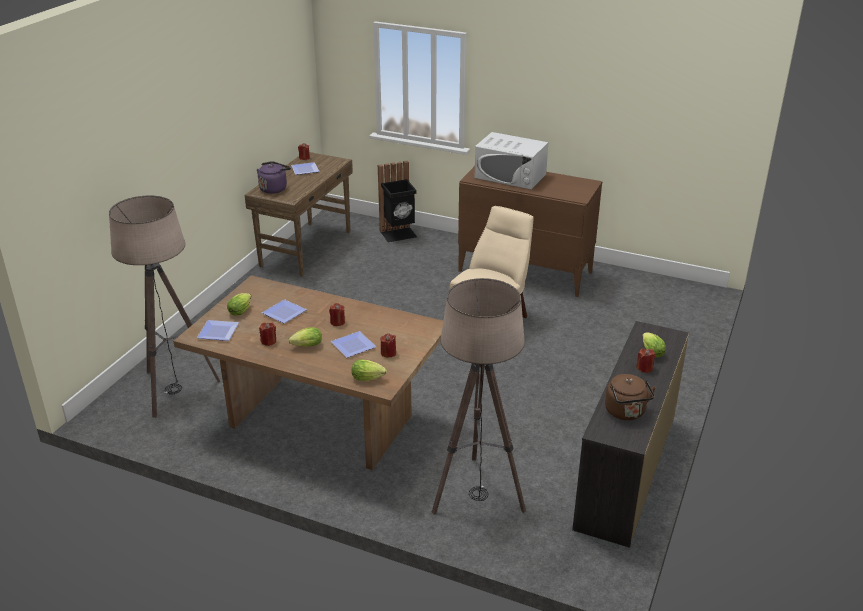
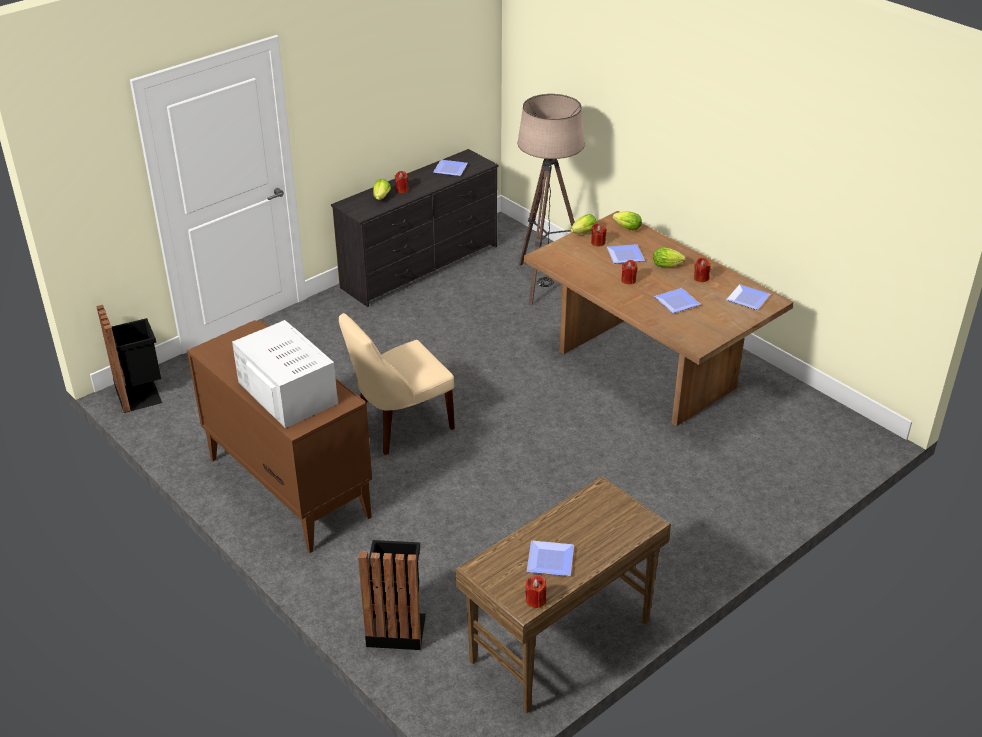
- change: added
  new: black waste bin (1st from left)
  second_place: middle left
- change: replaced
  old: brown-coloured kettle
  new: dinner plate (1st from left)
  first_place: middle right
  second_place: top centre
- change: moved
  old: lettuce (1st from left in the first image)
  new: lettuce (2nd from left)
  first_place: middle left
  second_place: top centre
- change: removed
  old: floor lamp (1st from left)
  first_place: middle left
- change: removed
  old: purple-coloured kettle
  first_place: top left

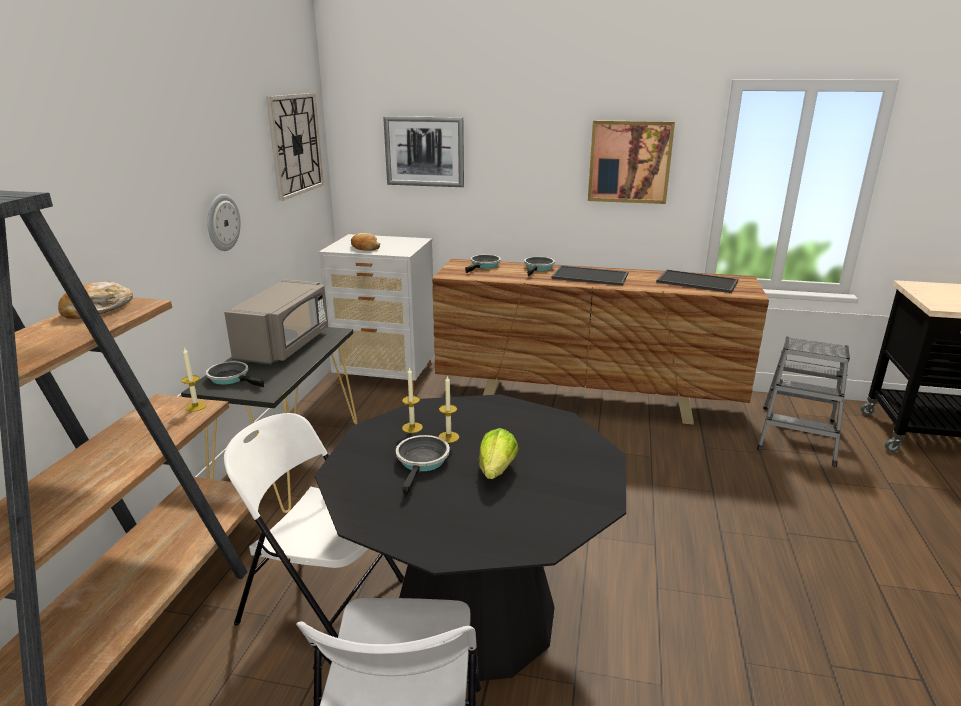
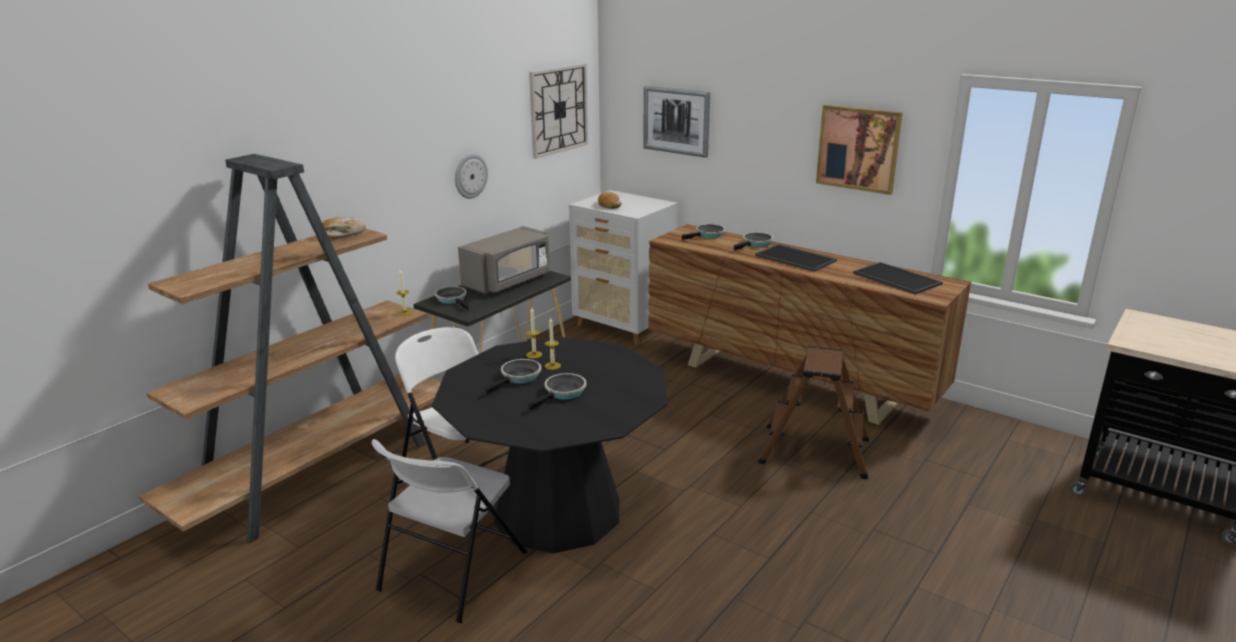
- change: replaced
  old: lettuce
  new: skillet (3rd from left)
  first_place: centre
  second_place: centre
- change: added
  new: brown-coloured step stool
  second_place: centre
- change: removed
  old: gray step stool
  first_place: middle right

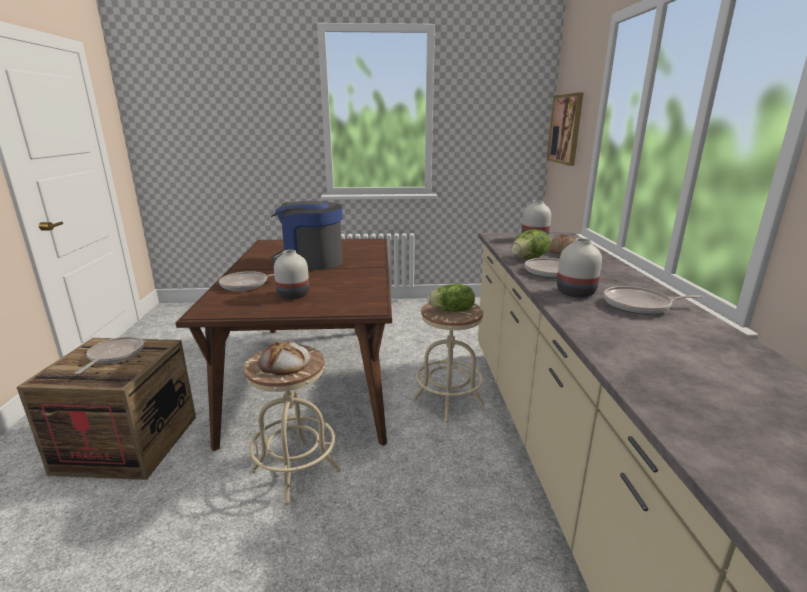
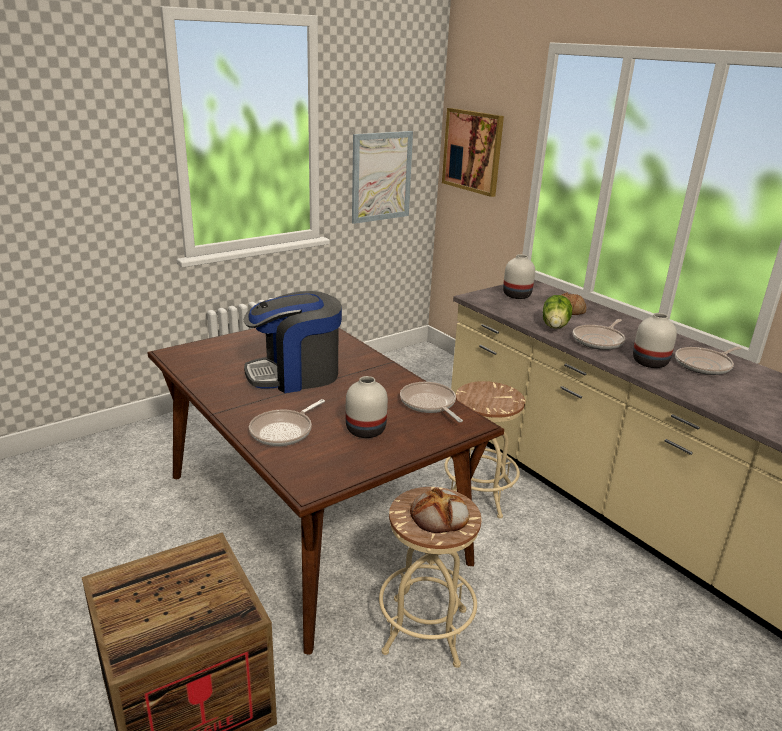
- change: added
  new: picture (1st from left)
  second_place: top centre
- change: moved
  old: skillet (1st from left in the first image)
  new: skillet (2nd from left)
  first_place: middle left
  second_place: centre
- change: removed
  old: lettuce (1st from left)
  first_place: centre

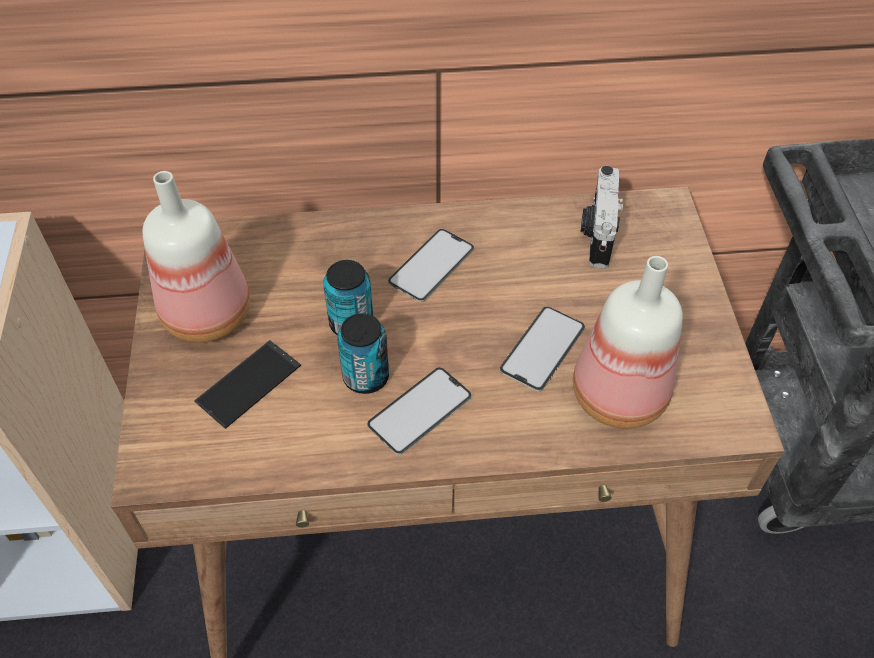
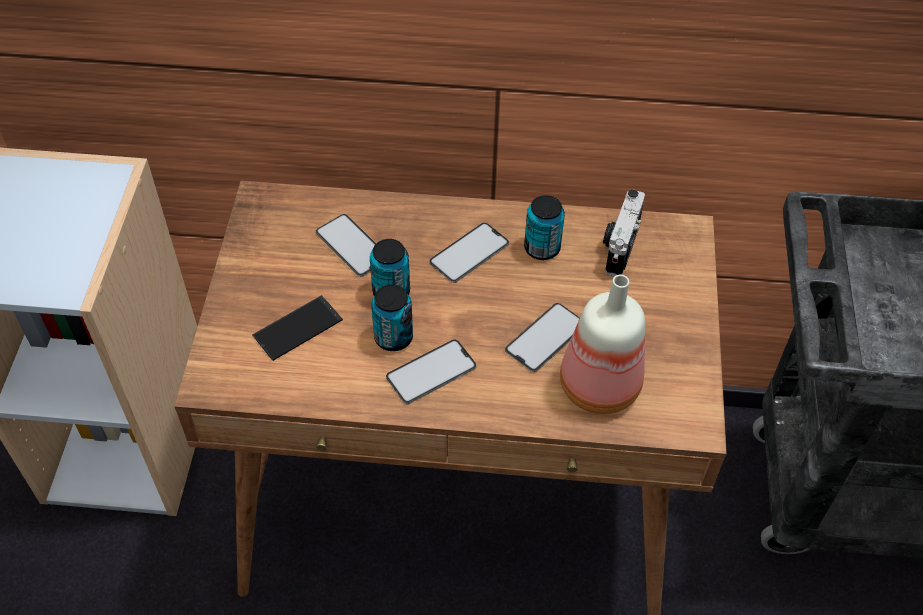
- change: added
  new: telephone (2nd from left)
  second_place: centre
- change: added
  new: can (3rd from left)
  second_place: centre
- change: removed
  old: bottle (1st from left)
  first_place: middle left

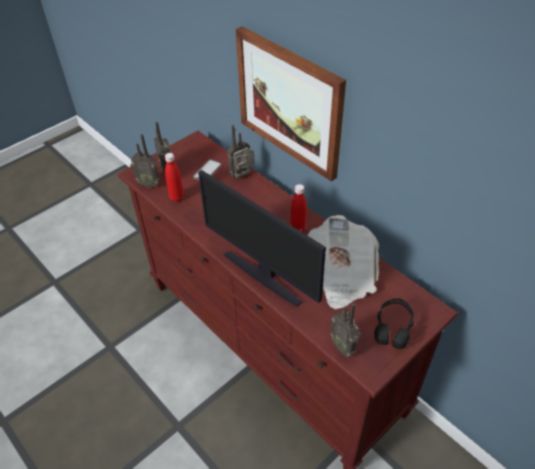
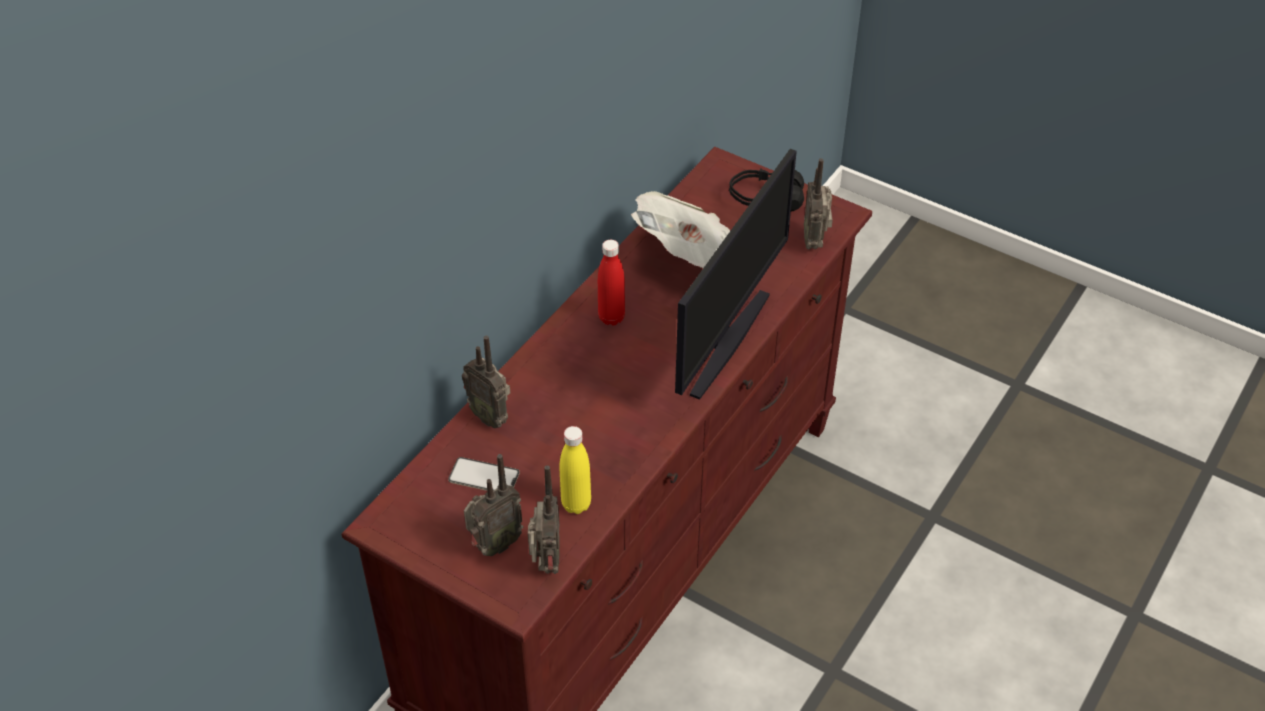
- change: recoloured
  old: red-coloured bottle (1st from left)
  new: yellow bottle
  first_place: middle left
  second_place: centre
- change: turned
  old: radio receiver (4th from left)
  first_place: bottom centre
  second_place: top centre
  degrees: 135
- change: removed
  old: picture
  first_place: top centre

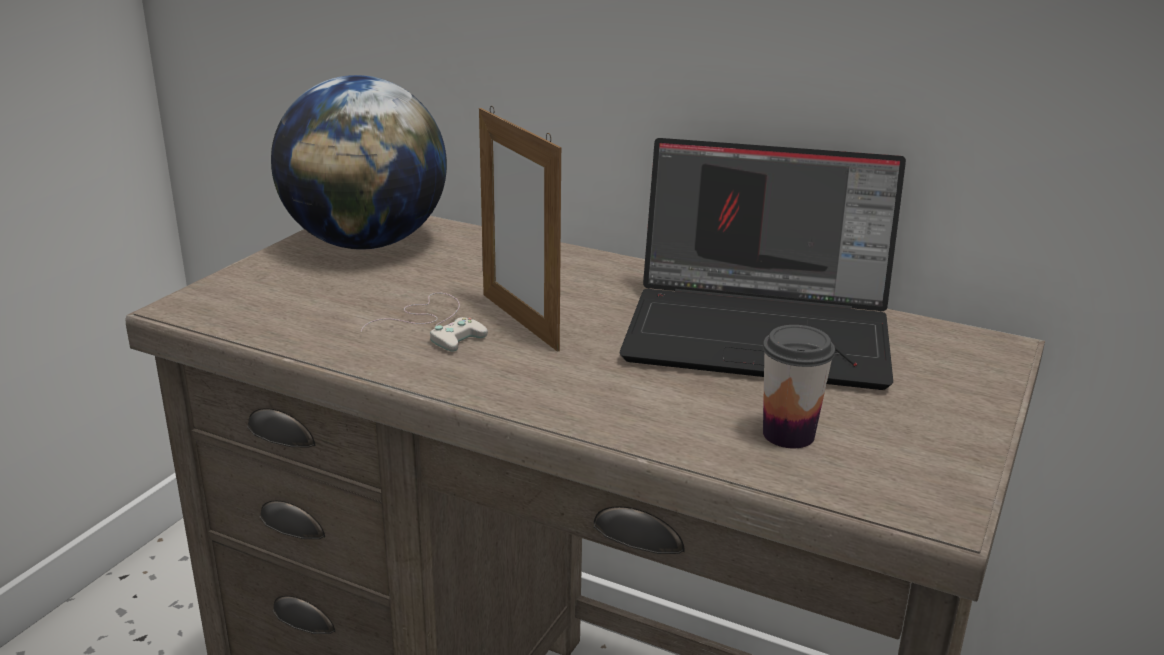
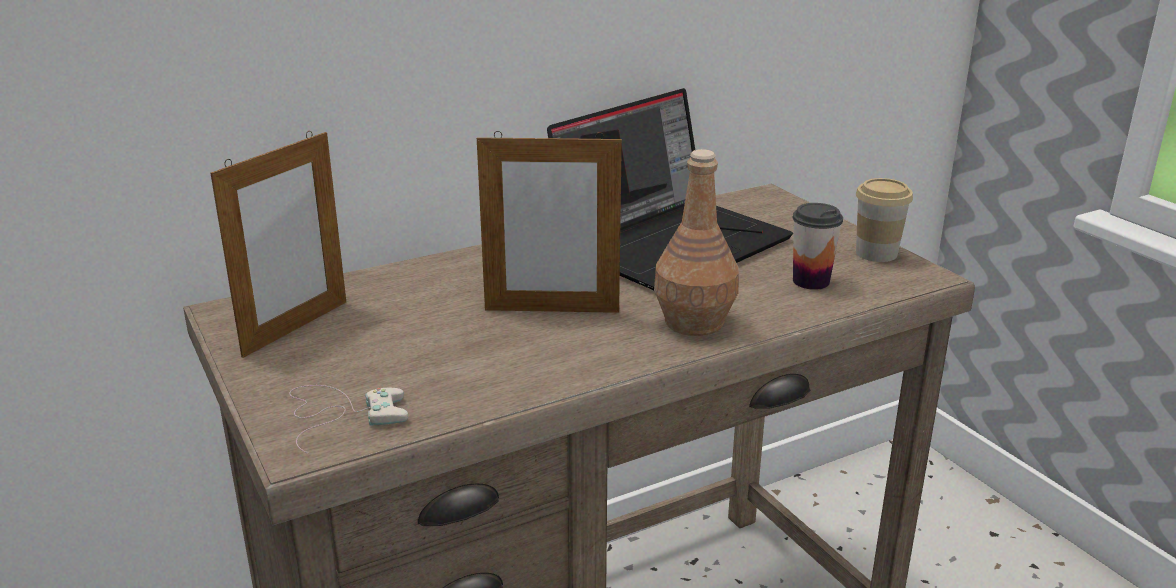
- change: replaced
  old: globe
  new: picture frame (1st from left)
  first_place: top left
  second_place: middle left
- change: moved
  old: whitish gamepad
  first_place: centre
  second_place: bottom left
- change: added
  new: brown-coloured bottle
  second_place: centre
- change: added
  new: cup (2nd from left)
  second_place: middle right

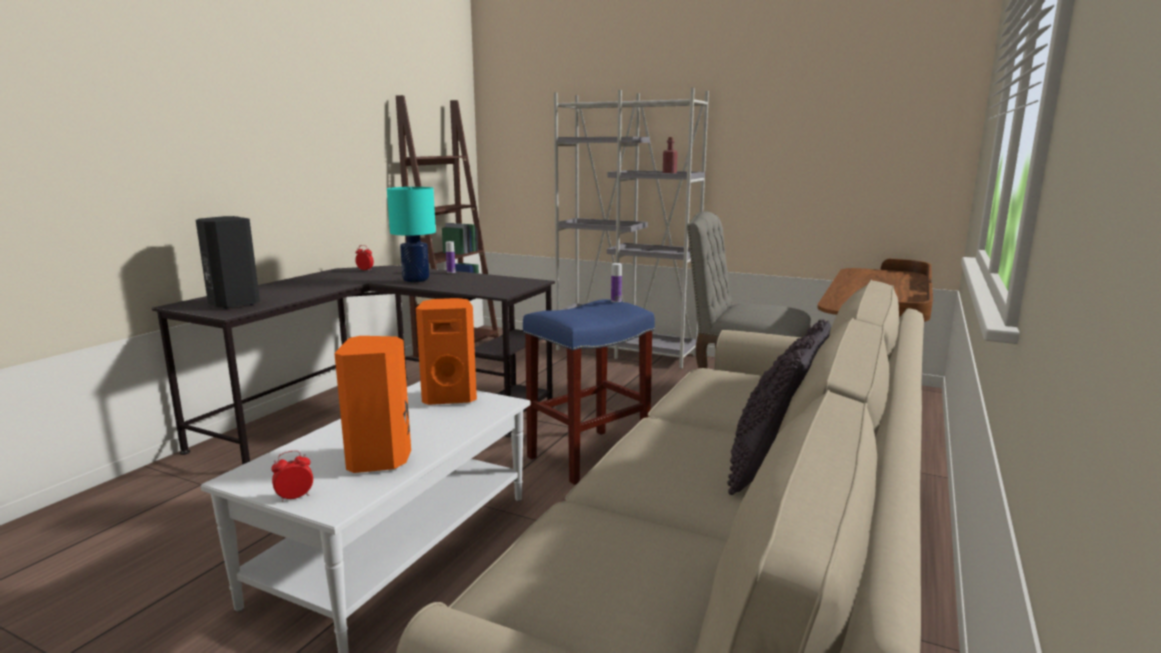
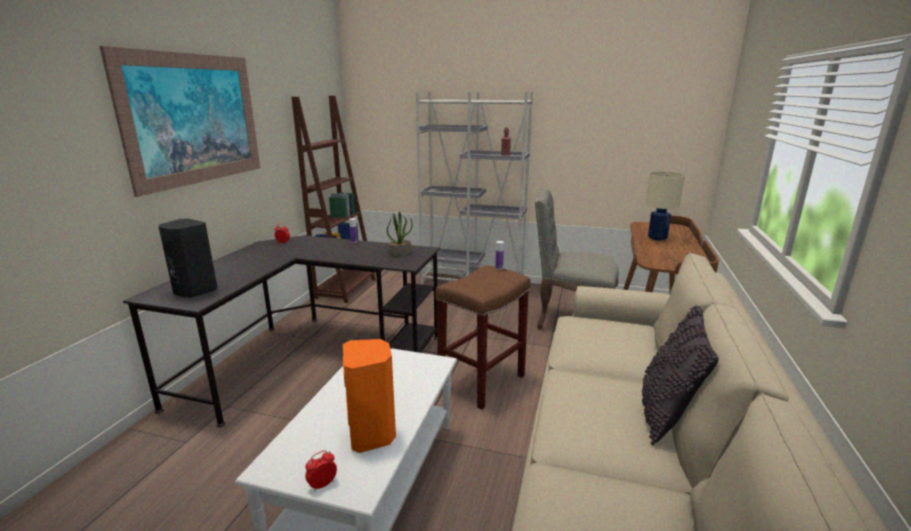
- change: added
  new: picture
  second_place: top left
- change: added
  new: potted plant
  second_place: centre
- change: recoloured
  old: blue-coloured stool seat
  new: brown-coloured stool seat
  first_place: centre
  second_place: centre
- change: added
  new: beige tabletop lamp
  second_place: middle right
- change: removed
  old: turquoise tabletop lamp
  first_place: centre
- change: removed
  old: orange-coloured loudspeaker (2nd from left)
  first_place: centre

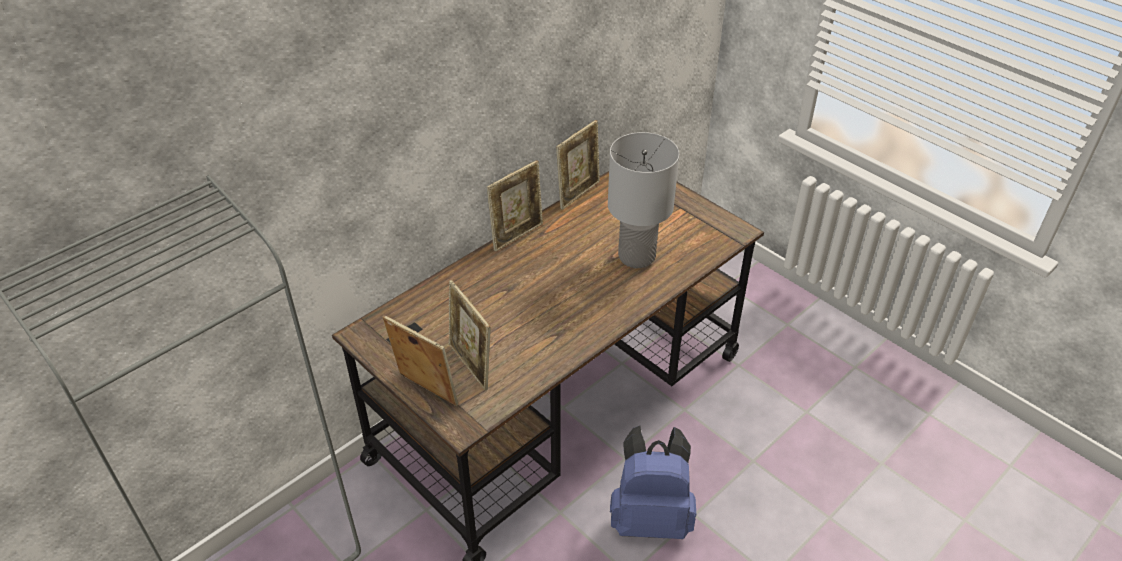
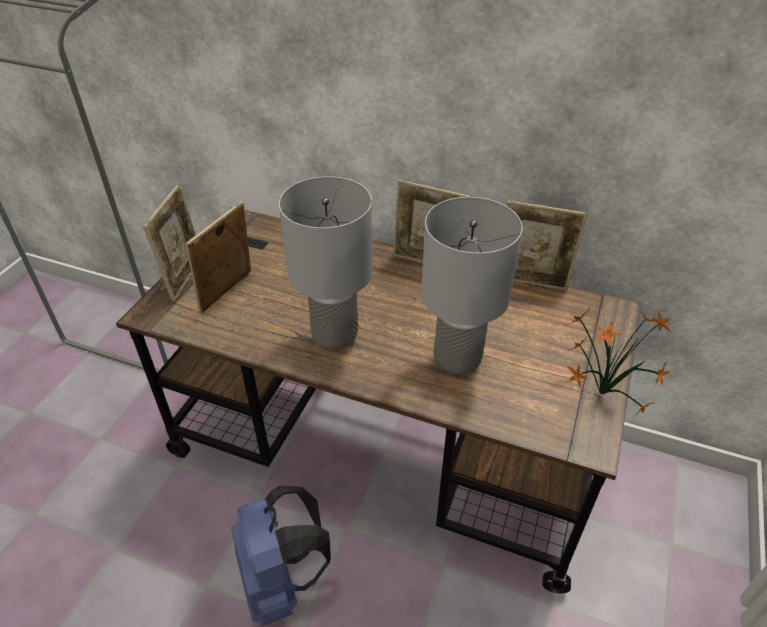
- change: added
  new: gray tabletop lamp (1st from left)
  second_place: centre
- change: added
  new: potted plant
  second_place: middle right

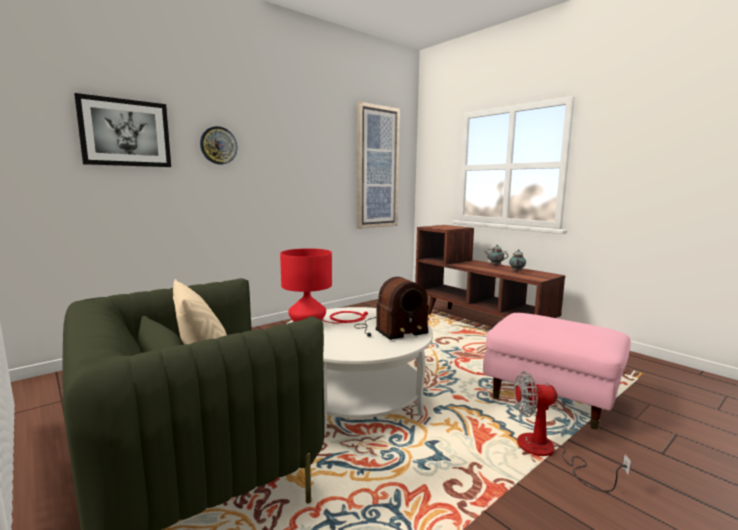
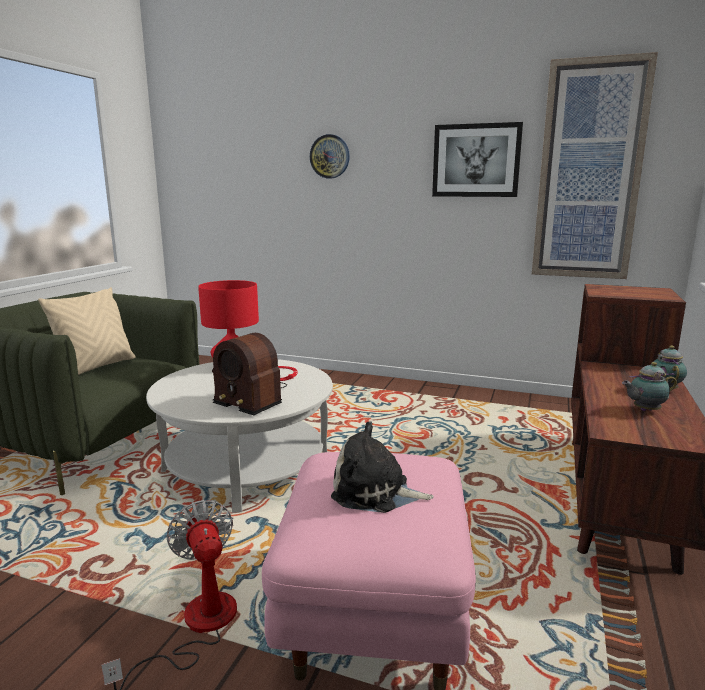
- change: added
  new: soft toy
  second_place: bottom centre
- change: moved
  old: picture (1st from left)
  first_place: top left
  second_place: top right

